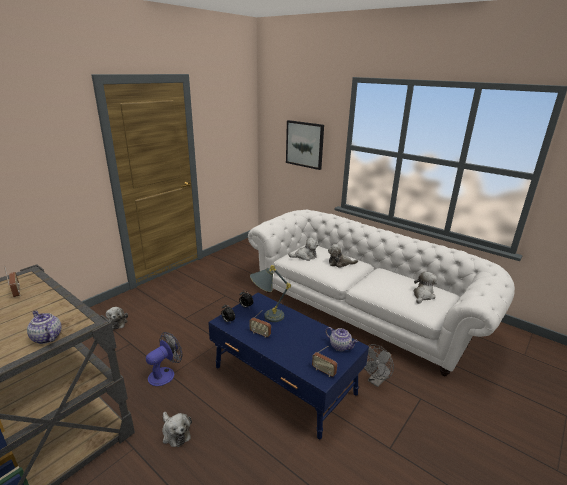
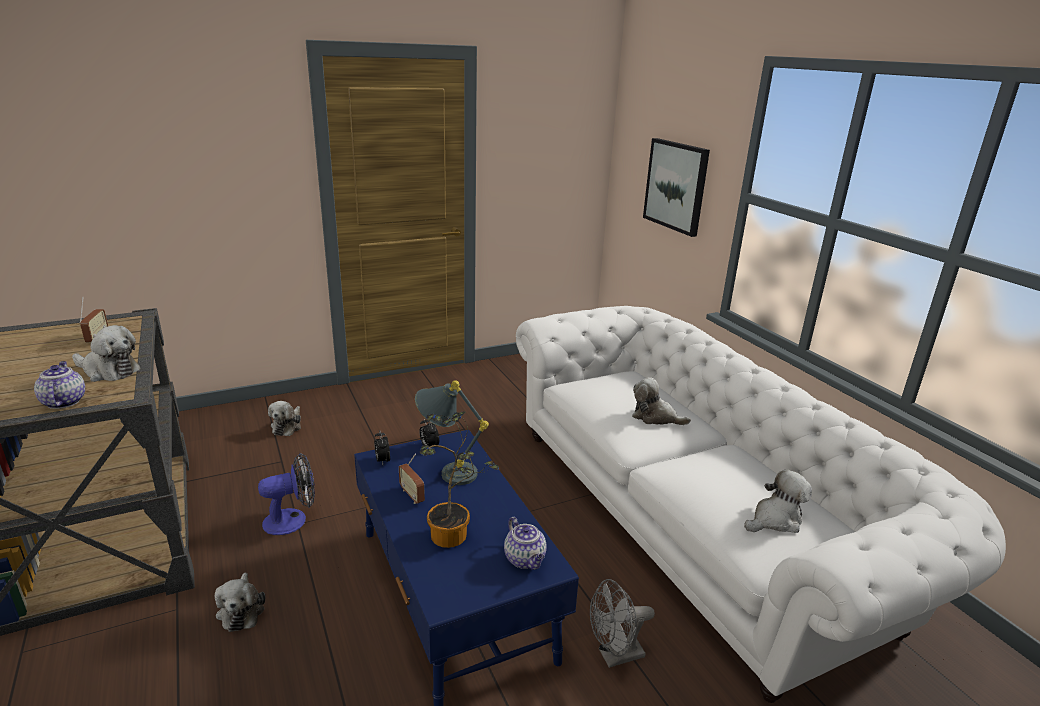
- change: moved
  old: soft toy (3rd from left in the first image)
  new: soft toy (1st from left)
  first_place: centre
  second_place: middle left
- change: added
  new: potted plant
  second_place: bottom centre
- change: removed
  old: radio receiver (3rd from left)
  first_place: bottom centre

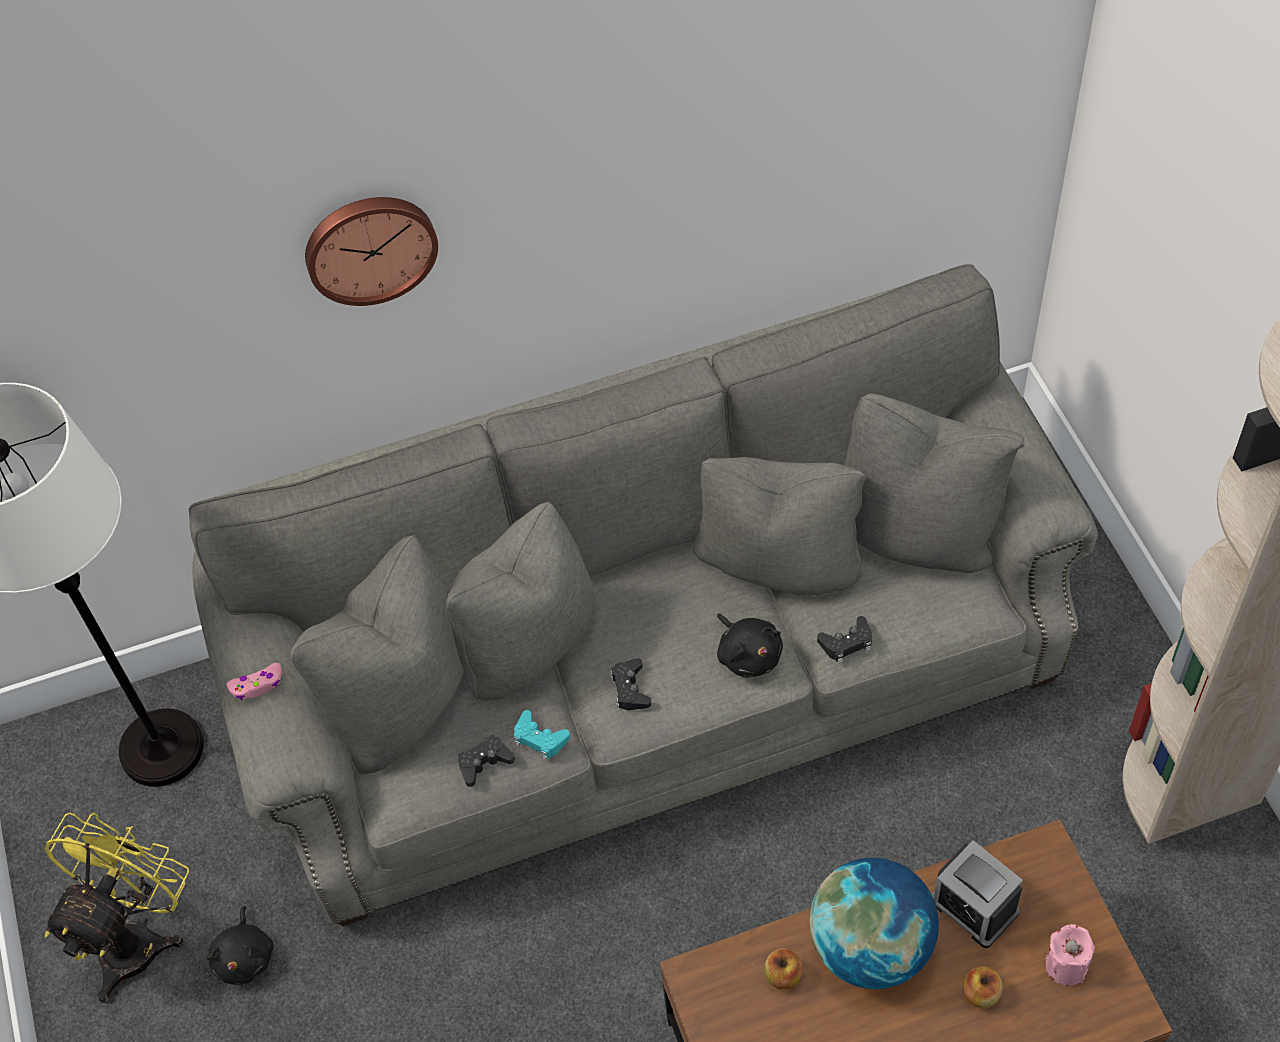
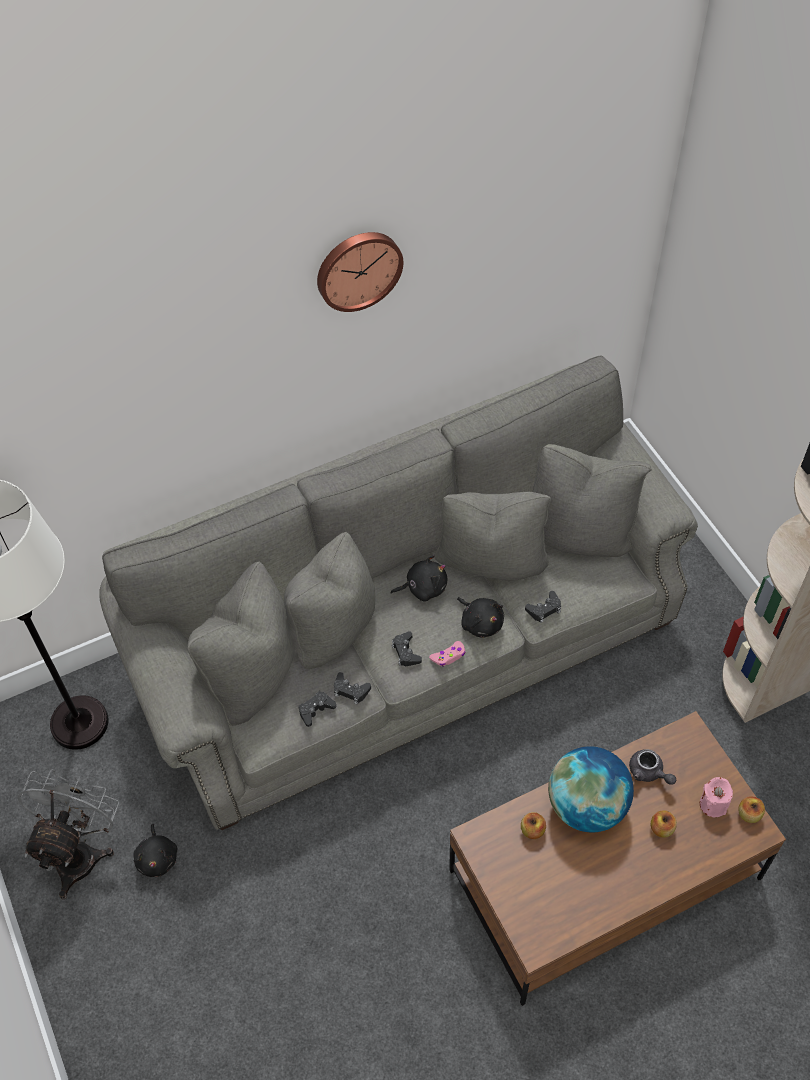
- change: recoloured
  old: yellow fan
  new: gray fan
  first_place: bottom left
  second_place: bottom left
- change: moved
  old: wall clock
  first_place: top left
  second_place: top centre
- change: recoloured
  old: turquoise gamepad
  new: black gamepad (2nd from left)
  first_place: bottom centre
  second_place: centre
- change: added
  new: black soft toy (2nd from left)
  second_place: centre
- change: moved
  old: pinkish gamepad
  first_place: middle left
  second_place: centre
- change: replaced
  old: table clock
  new: gray pot for tea
  first_place: bottom right
  second_place: bottom right
- change: added
  new: apple (3rd from left)
  second_place: bottom right

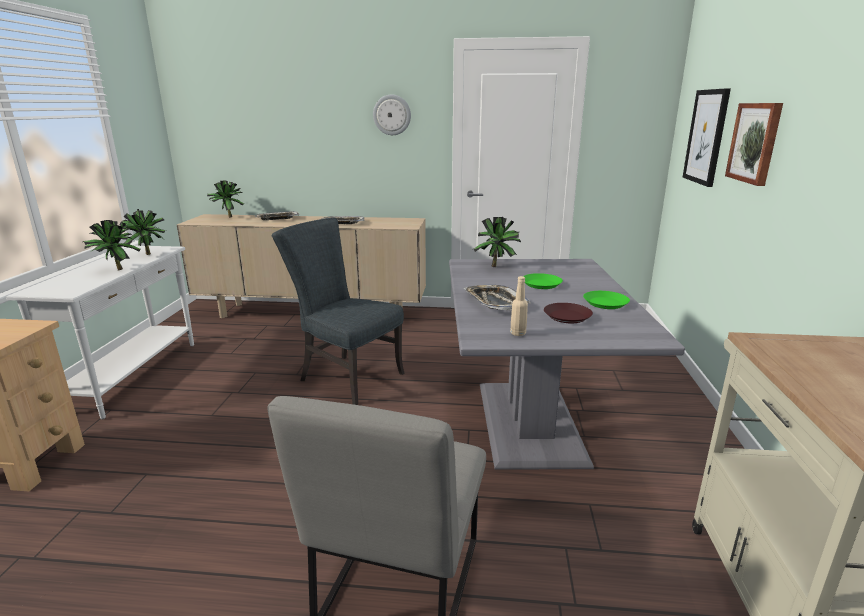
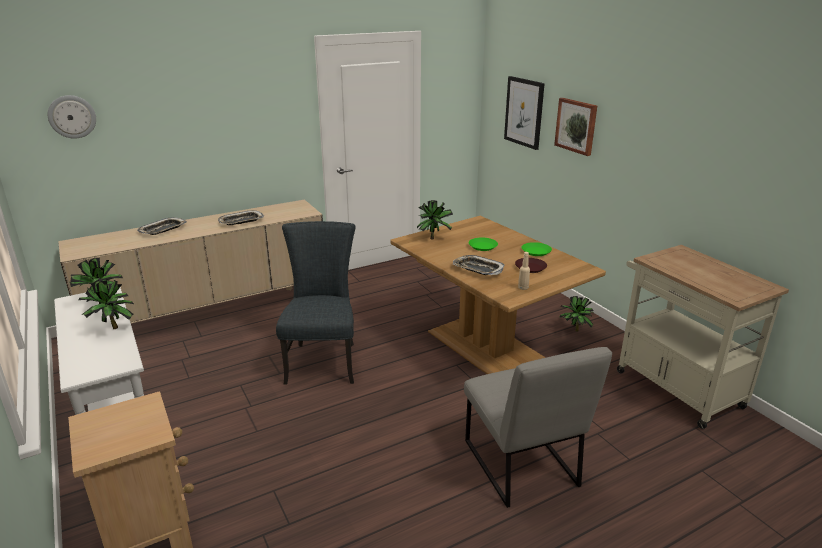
- change: moved
  old: wall clock
  first_place: top centre
  second_place: top left
- change: turned
  old: gray chair (1st from left)
  first_place: centre
  second_place: centre
  degrees: 90
- change: recoloured
  old: gray kitchen table
  new: brown-coloured kitchen table
  first_place: centre
  second_place: centre
- change: moved
  old: potted plant (3rd from left in the first image)
  new: potted plant (4th from left)
  first_place: top left
  second_place: middle right

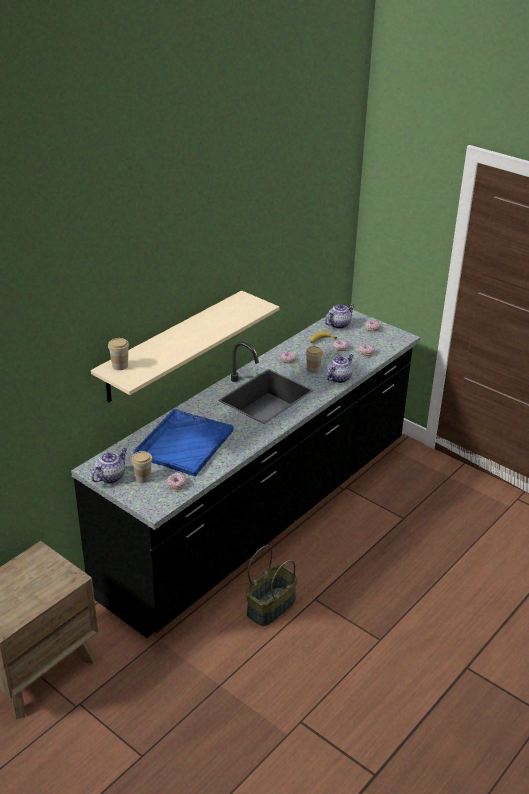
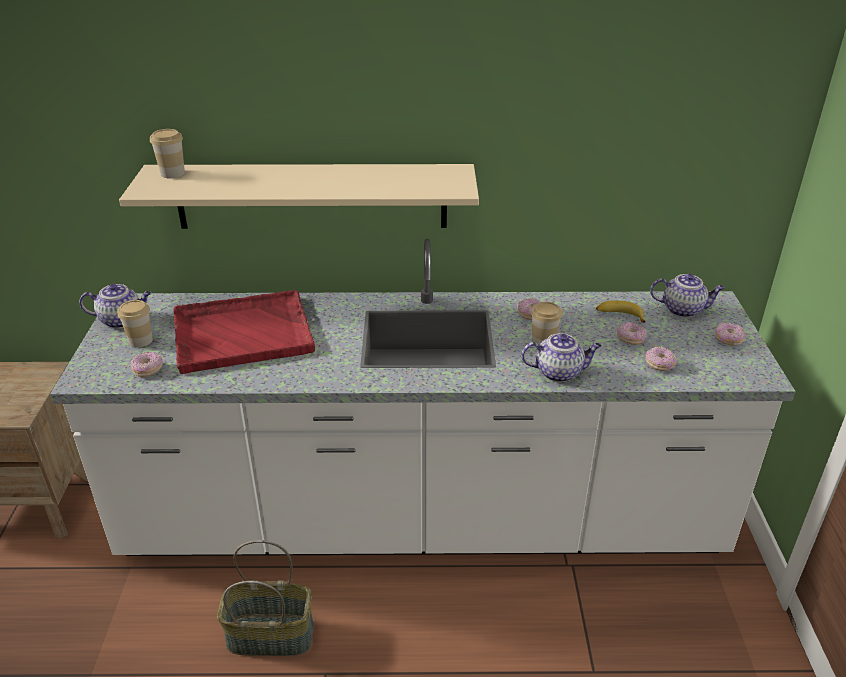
- change: recoloured
  old: black counter
  new: whitish counter
  first_place: centre
  second_place: centre
- change: recoloured
  old: blue-coloured carrying tray
  new: red-coloured carrying tray
  first_place: centre
  second_place: middle left

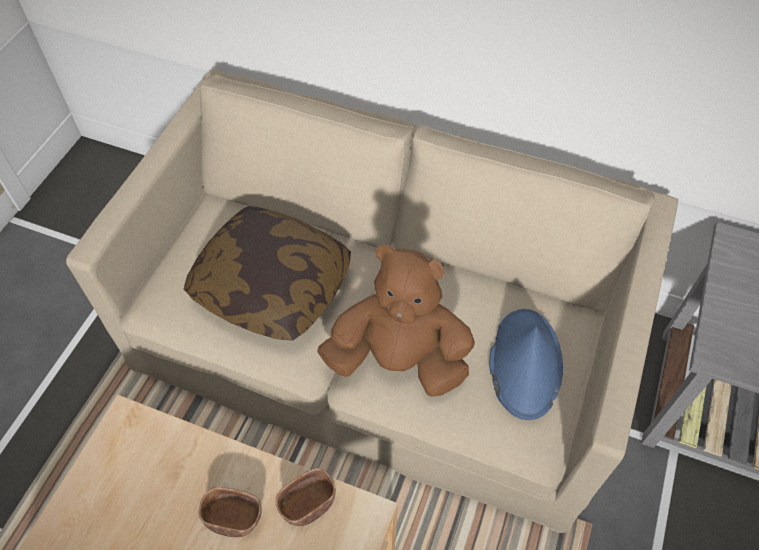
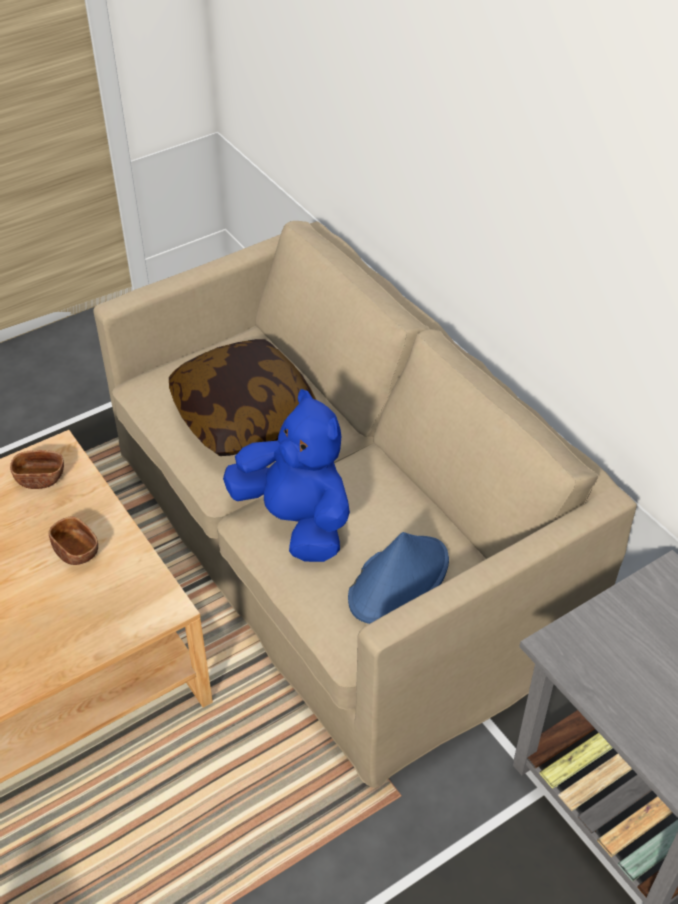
- change: moved
  old: brown-coloured bowl (2nd from left in the first image)
  new: brown-coloured bowl (1st from left)
  first_place: bottom centre
  second_place: middle left
- change: recoloured
  old: brown-coloured soft toy
  new: blue-coloured soft toy
  first_place: centre
  second_place: centre

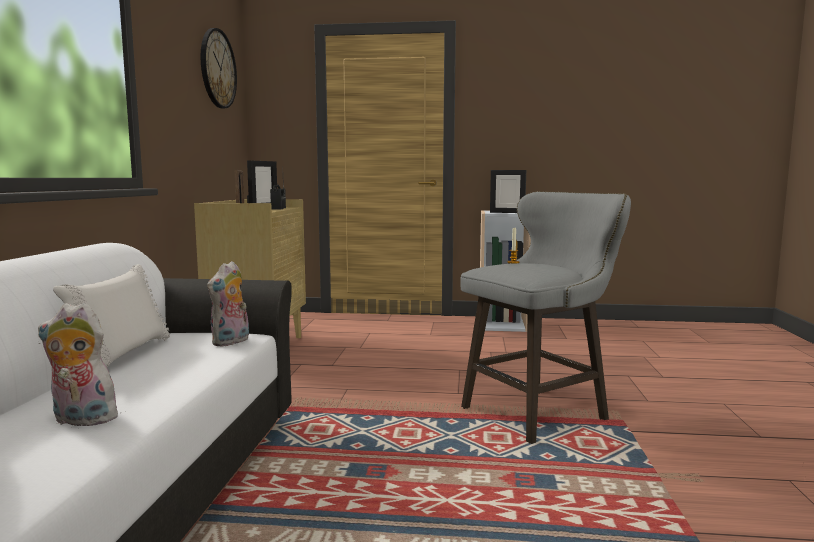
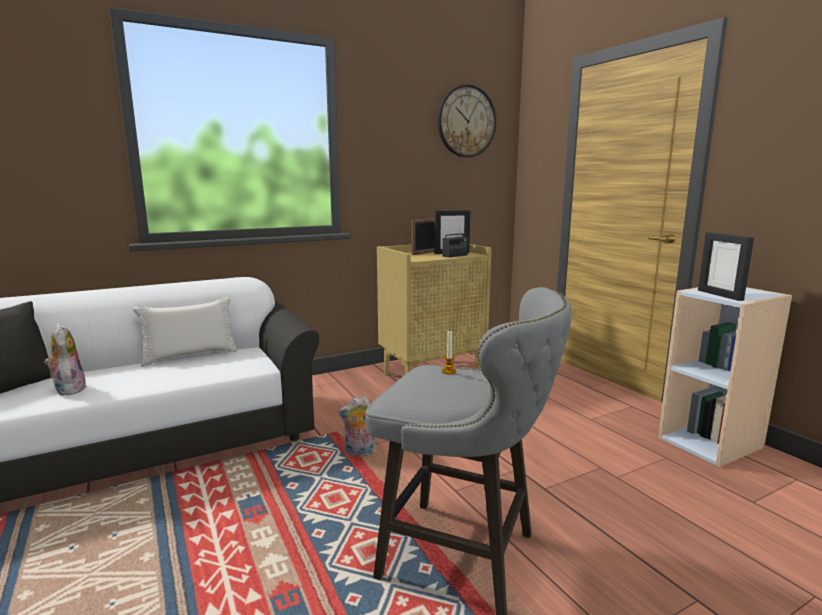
- change: moved
  old: soft toy (2nd from left)
  first_place: middle left
  second_place: bottom centre

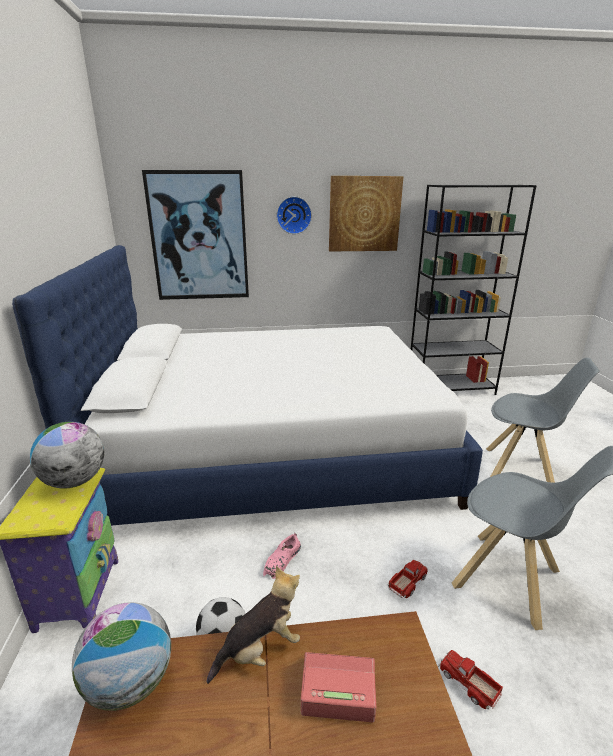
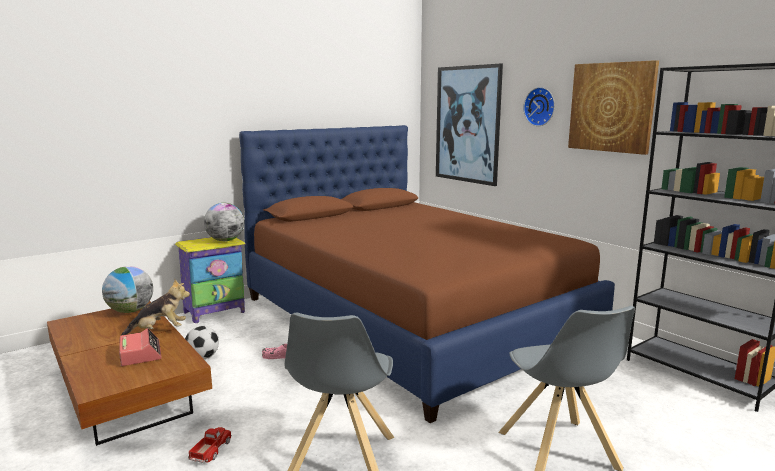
- change: turned
  old: soft toy
  first_place: bottom centre
  second_place: middle left
  degrees: -45
- change: recoloured
  old: whitish bedroom bed
  new: brown-coloured bedroom bed
  first_place: centre
  second_place: centre
- change: removed
  old: toy truck (1st from left)
  first_place: bottom centre

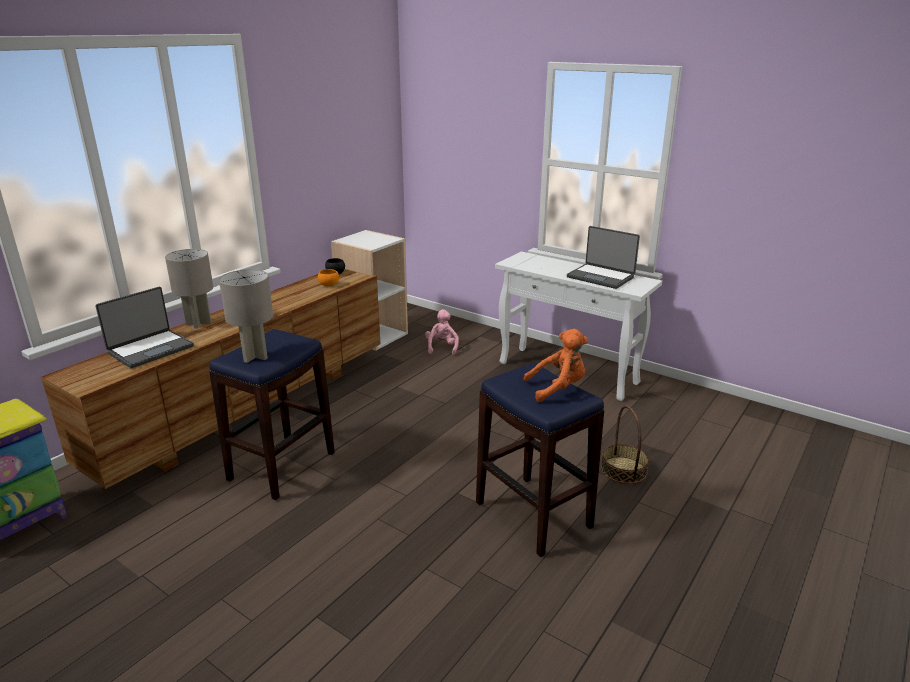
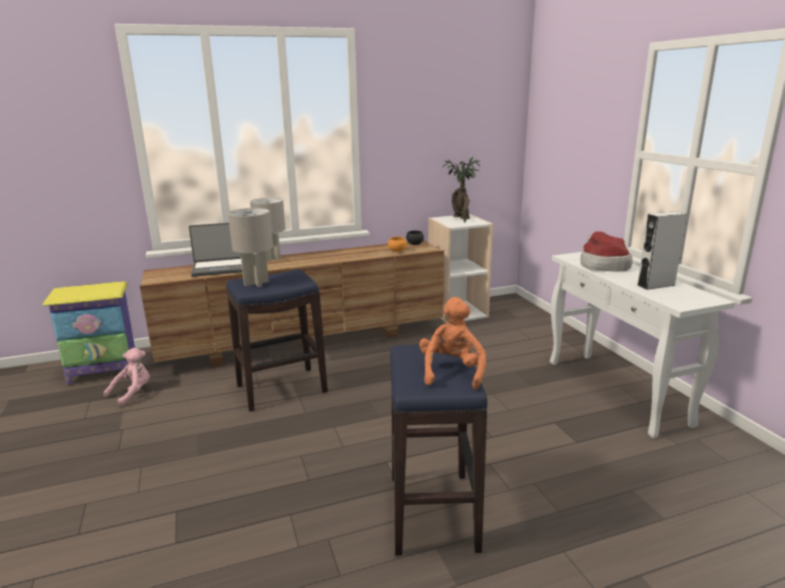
- change: moved
  old: pinkish soft toy
  first_place: centre
  second_place: middle left
- change: turned
  old: orange-coloured soft toy
  first_place: centre
  second_place: centre
  degrees: -105
- change: added
  new: potted plant
  second_place: top centre
- change: added
  new: wearable hat
  second_place: middle right
- change: replaced
  old: laptop (2nd from left)
  new: gray loudspeaker
  first_place: centre
  second_place: middle right
- change: removed
  old: storage basket
  first_place: middle right

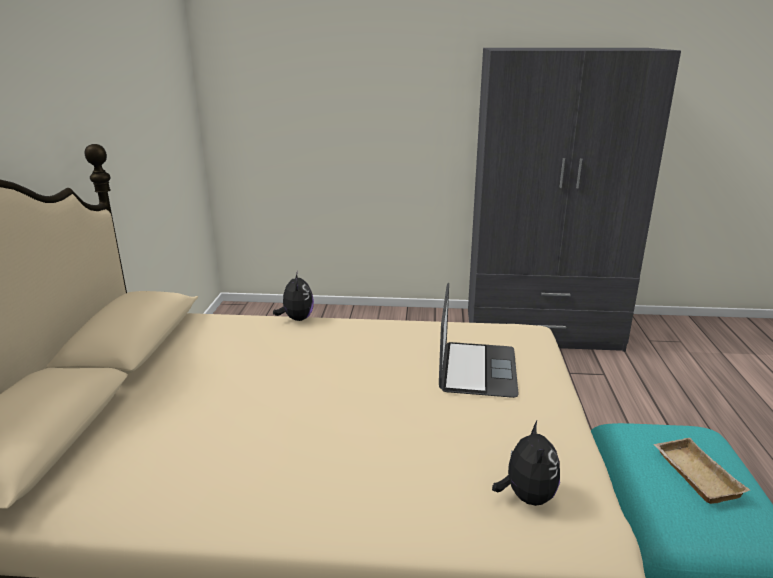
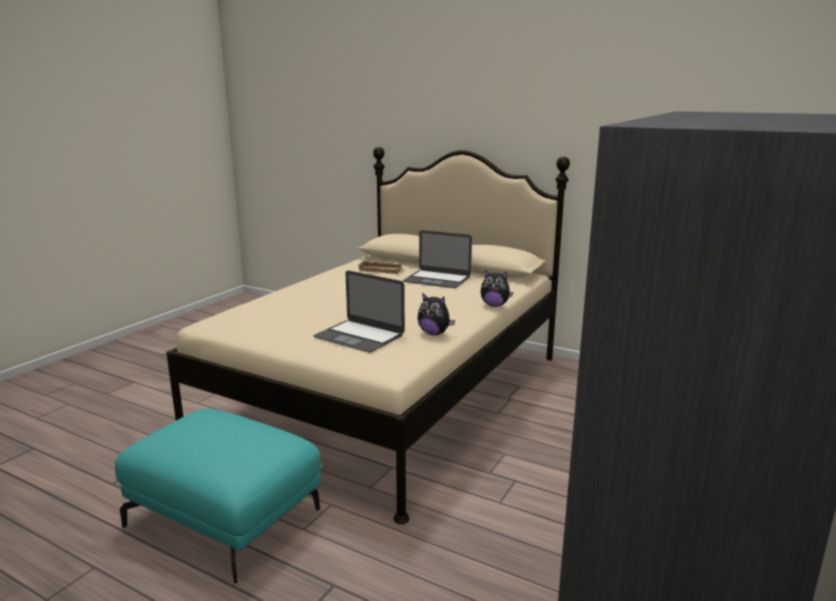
- change: moved
  old: beige carrying tray
  first_place: bottom right
  second_place: centre
- change: added
  new: laptop (2nd from left)
  second_place: centre
- change: moved
  old: soft toy (2nd from left in the first image)
  new: soft toy (1st from left)
  first_place: bottom right
  second_place: centre

